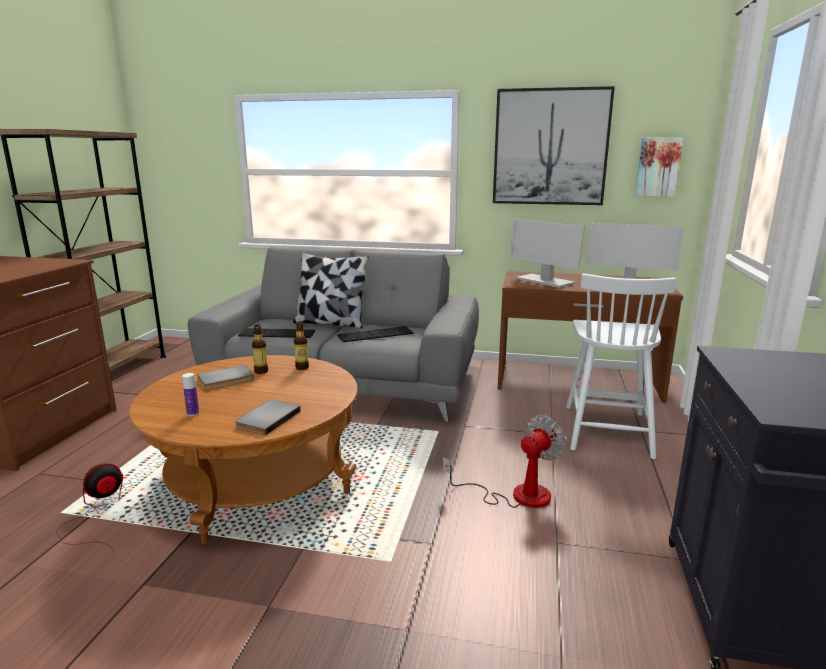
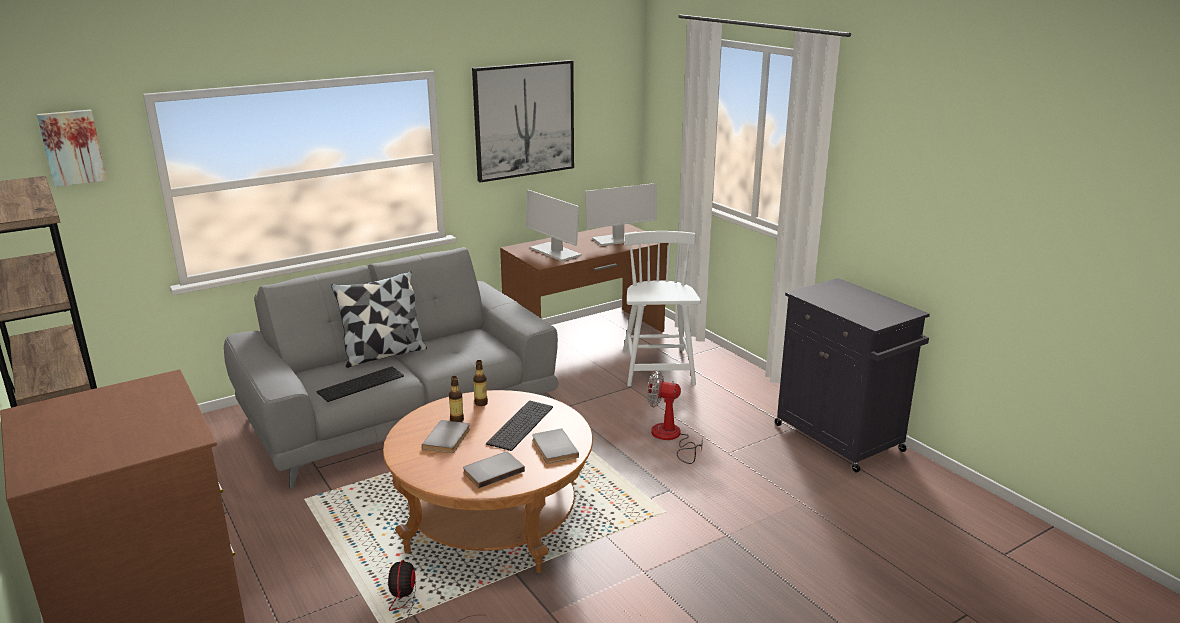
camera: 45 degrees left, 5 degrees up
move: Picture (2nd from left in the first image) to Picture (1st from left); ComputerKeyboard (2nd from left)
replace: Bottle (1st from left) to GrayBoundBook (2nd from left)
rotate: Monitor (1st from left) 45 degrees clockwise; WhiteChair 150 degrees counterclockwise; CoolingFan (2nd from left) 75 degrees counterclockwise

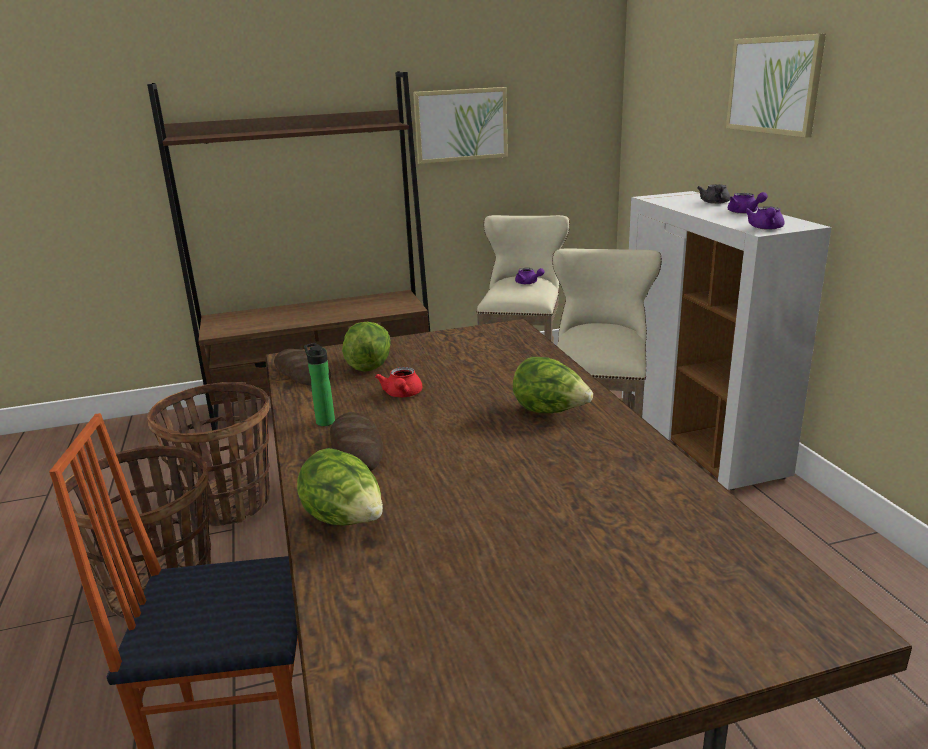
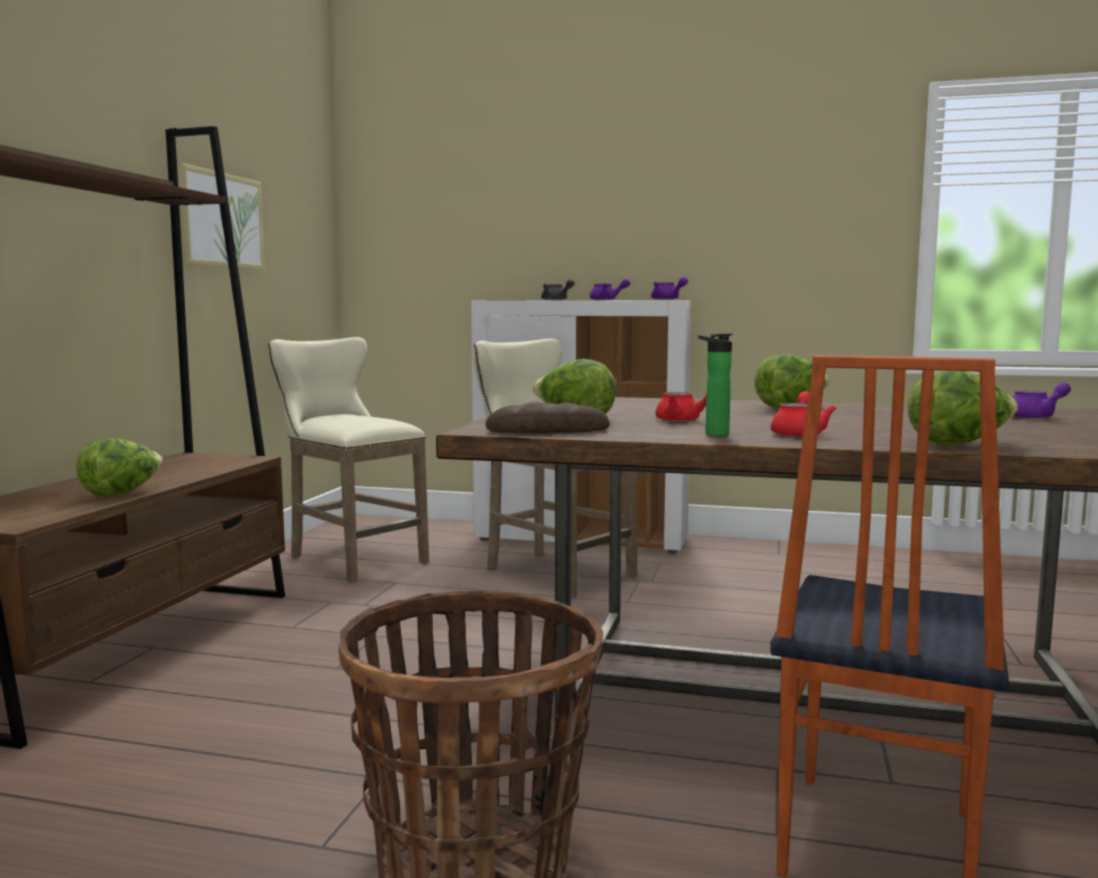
camera: 60 degrees left, 15 degrees down
delete: Basket (2nd from left); Picture (2nd from left)
insert: Lettuce (1st from left)
move: PurplePotForTea (1st from left in the first image) to PurplePotForTea (3rd from left)
replace: BakeryBread (2nd from left) to RedPotForTea (2nd from left)

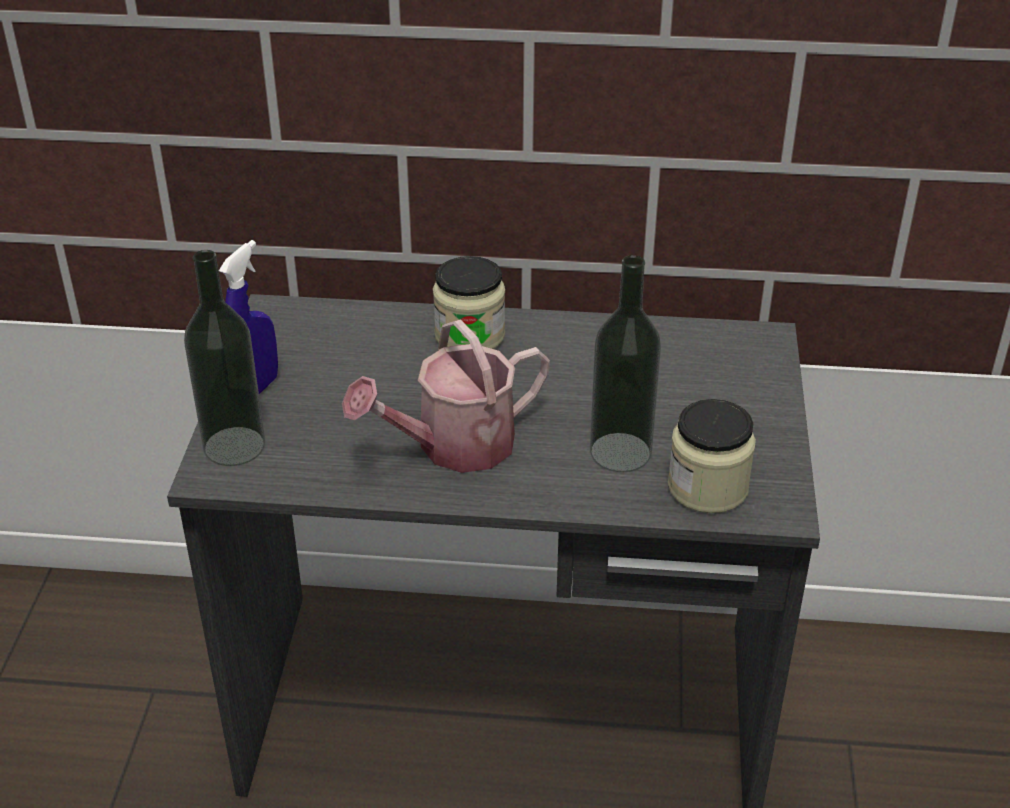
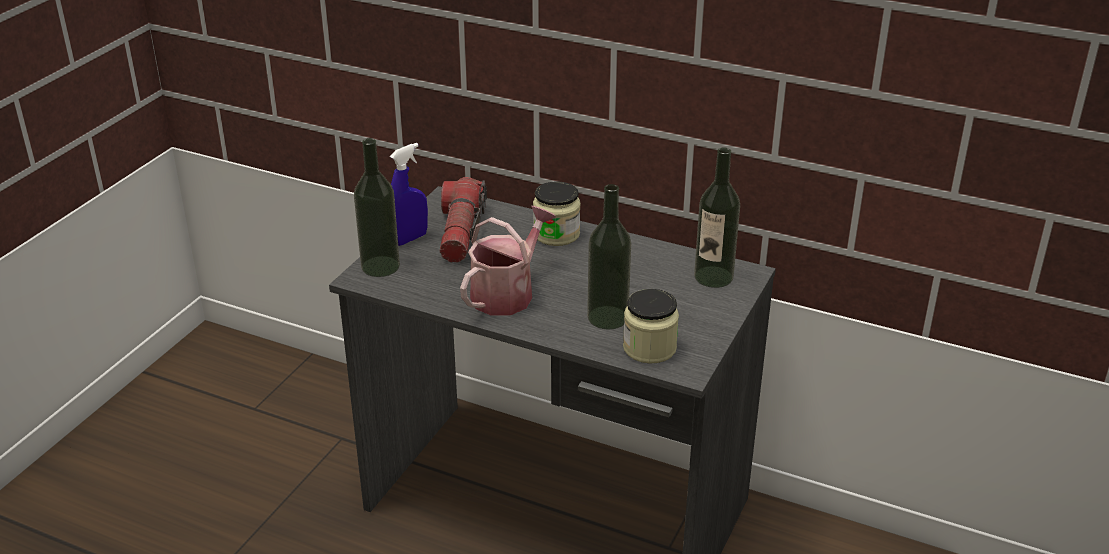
camera: 20 degrees right, 5 degrees down
insert: Flashlight; Bottle (3rd from left)
rotate: WateringCan 135 degrees clockwise

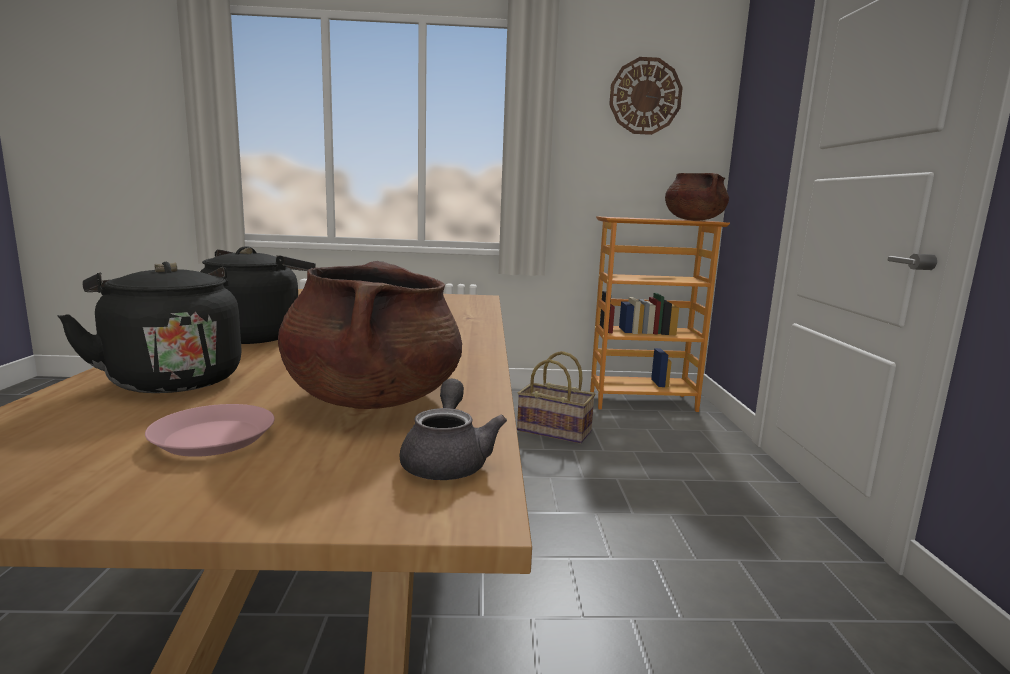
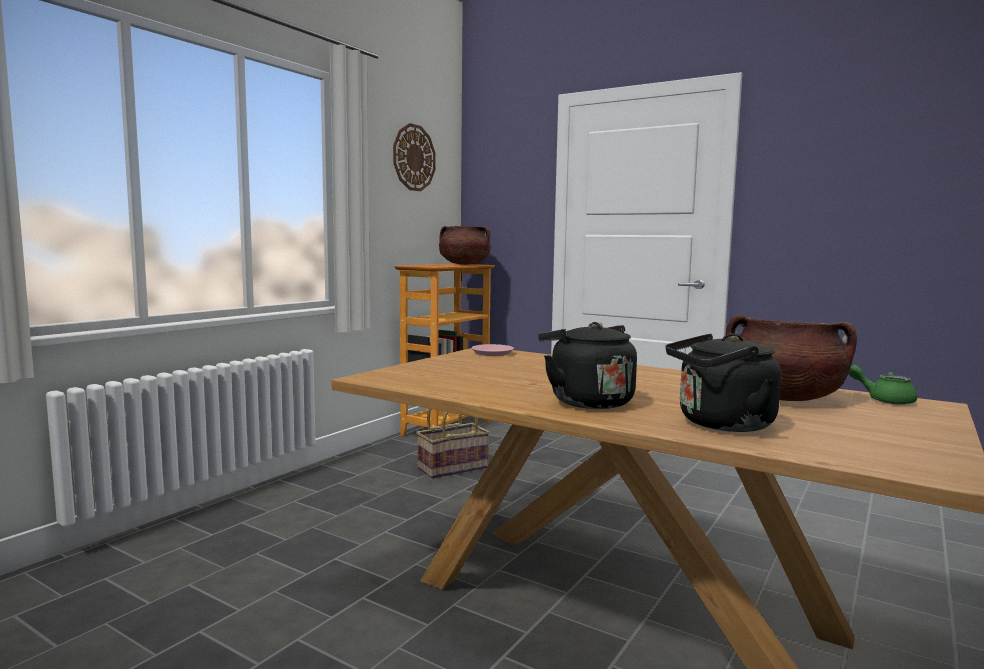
camera: 55 degrees left, 5 degrees down
move: PinkishFlatDish
recolor: GrayPotForTea to GreenPotForTea

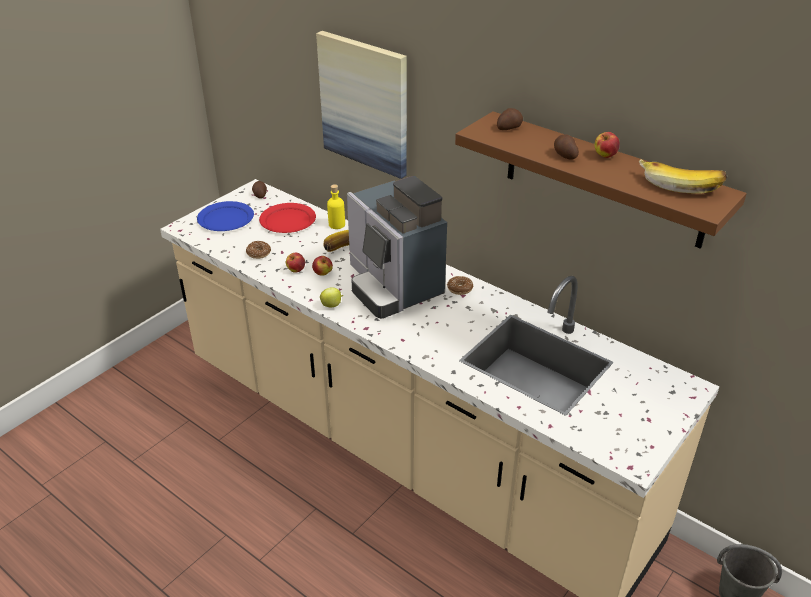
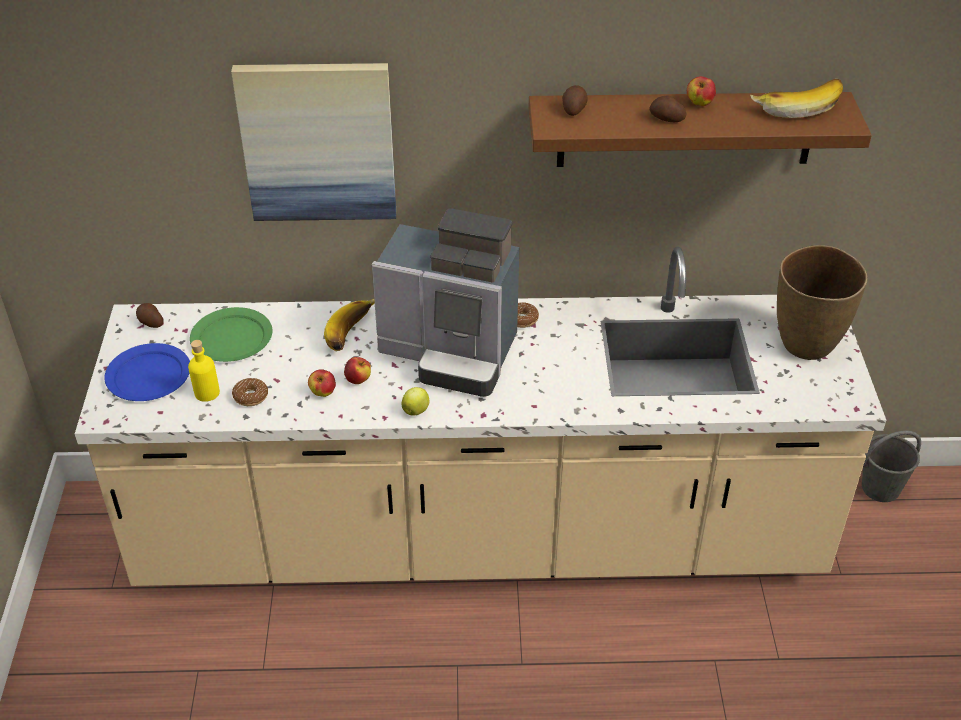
camera: 40 degrees left, 5 degrees up
insert: BrownishVase
move: YellowishBottle
recolor: RedFlatDish to GreenFlatDish

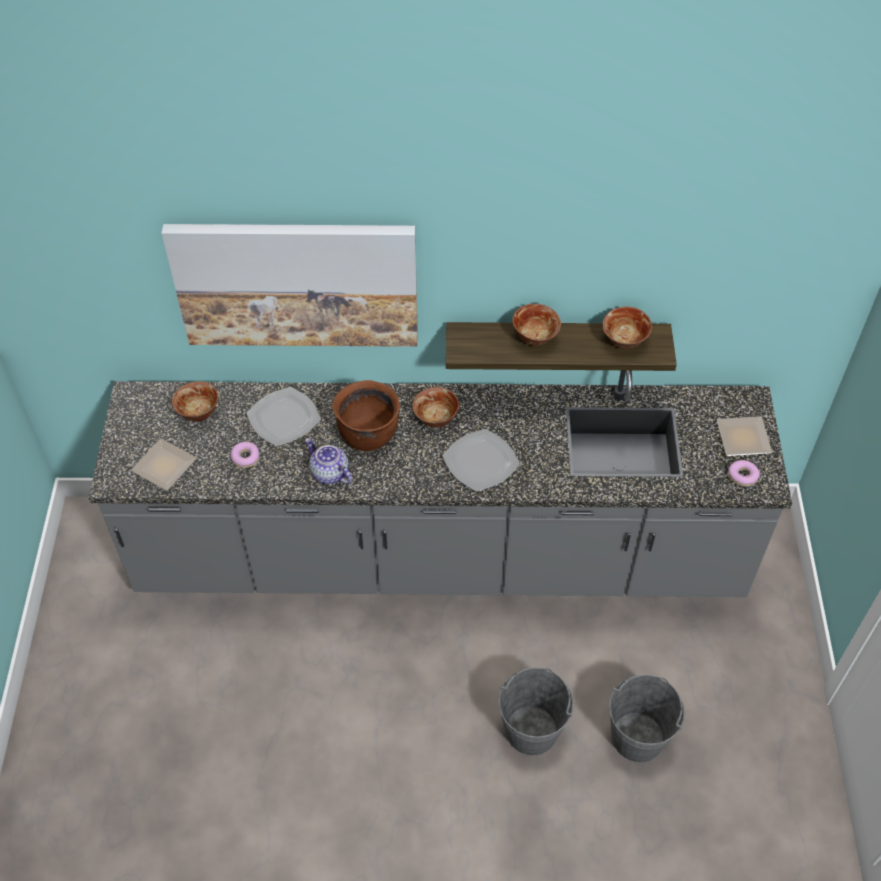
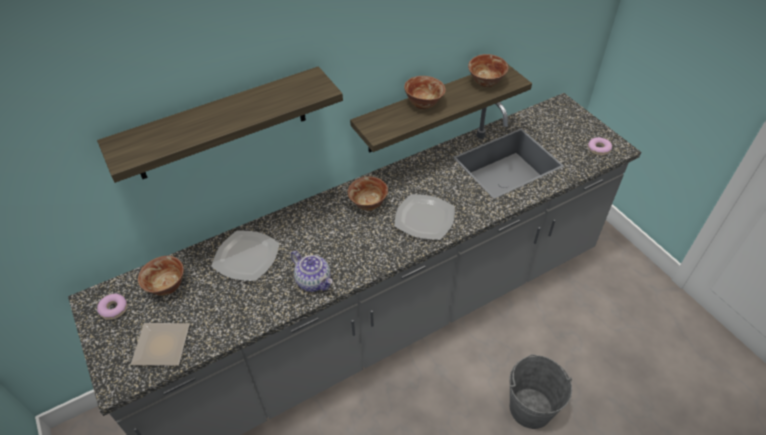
camera: 30 degrees left, 5 degrees down
delete: BrownishCookingPot; GrayWaterBucket (2nd from left); FlatDish (4th from left)
move: Donut (1st from left)
replace: Picture to BracketShelf (1st from left)
rotate: PotForTea 150 degrees counterclockwise

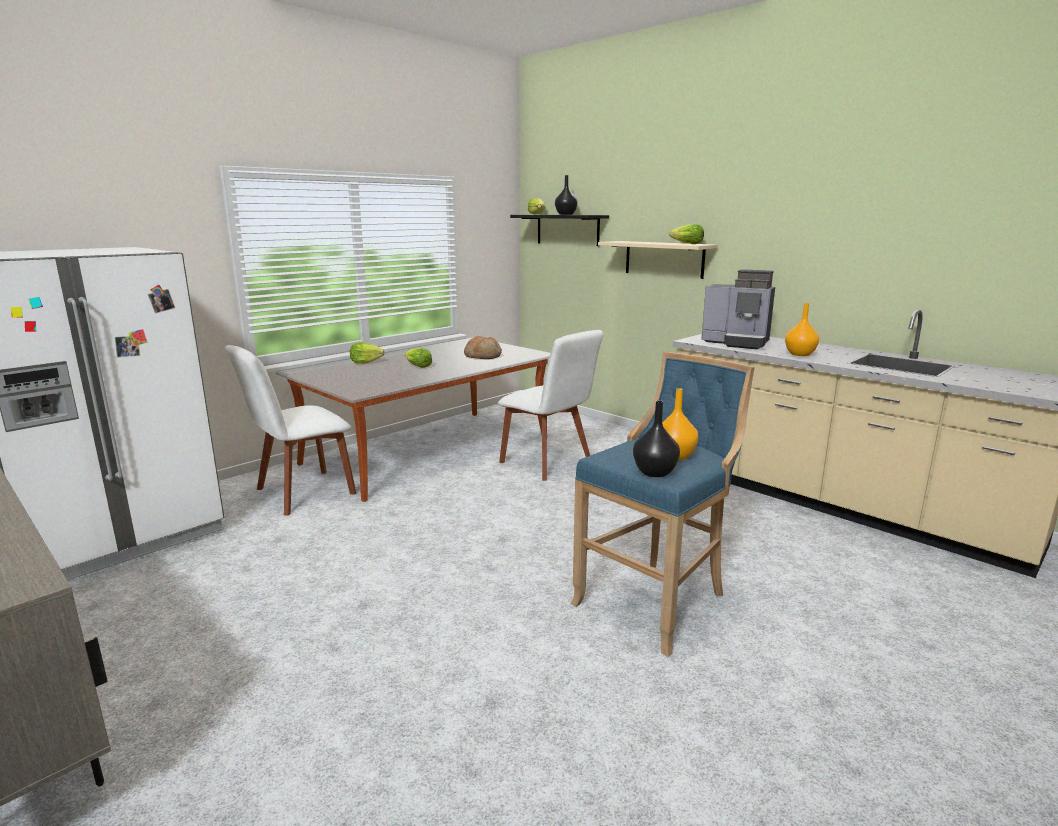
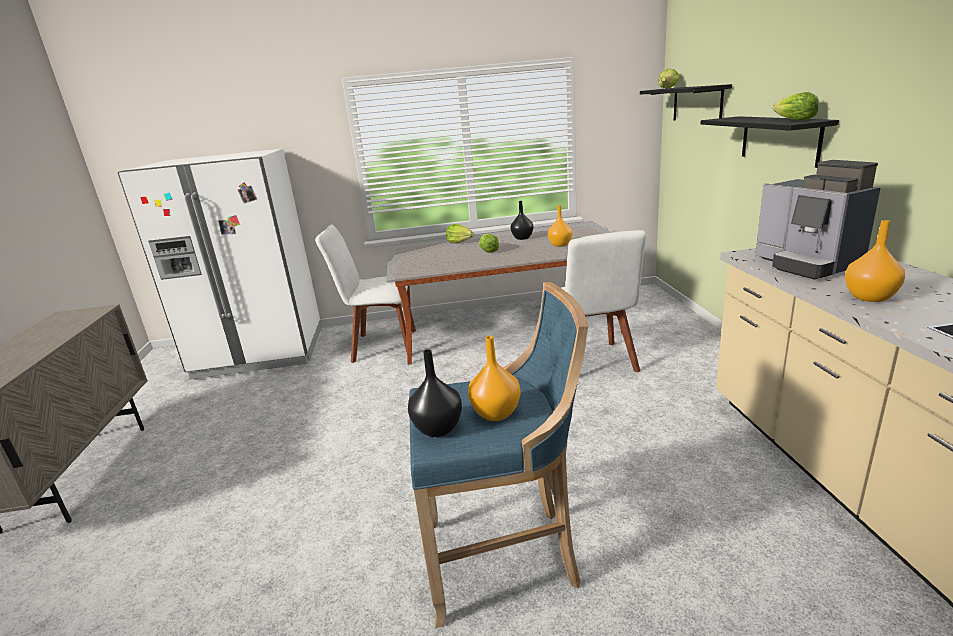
camera: 40 degrees right, 5 degrees up
move: BlackVase (1st from left in the first image) to BlackVase (2nd from left)
replace: BakeryBread to OrangeColouredVase (2nd from left)
recolor: BeigeBracketShelf to BlackBracketShelf (2nd from left)

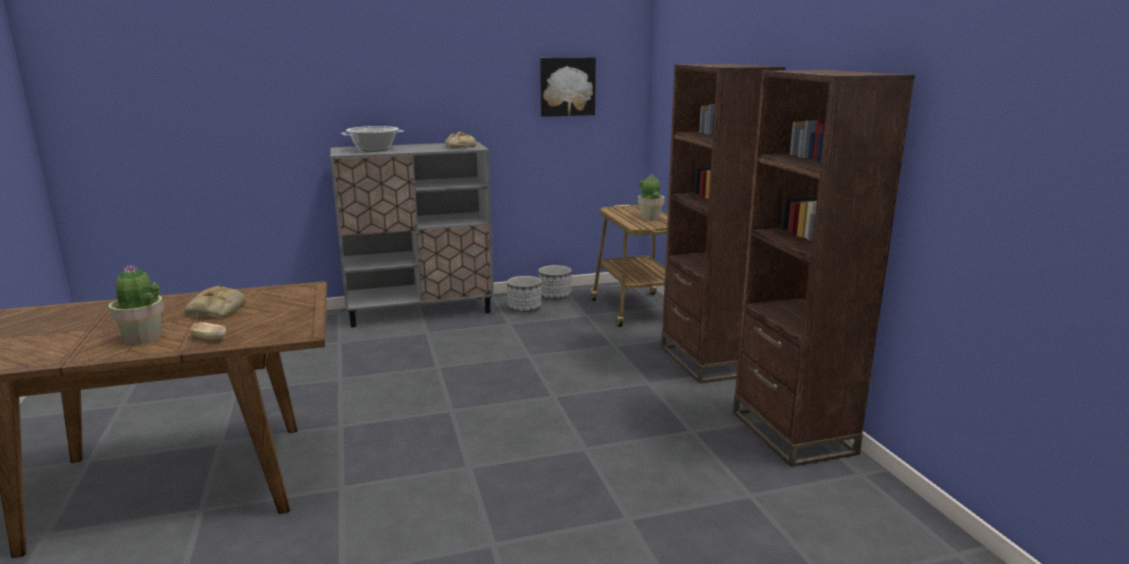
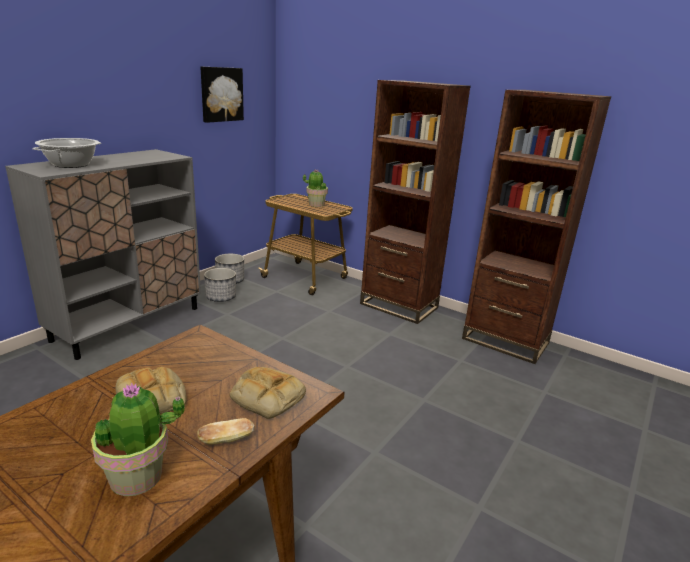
camera: 40 degrees left, 5 degrees up
move: BakeryBread (3rd from left)

